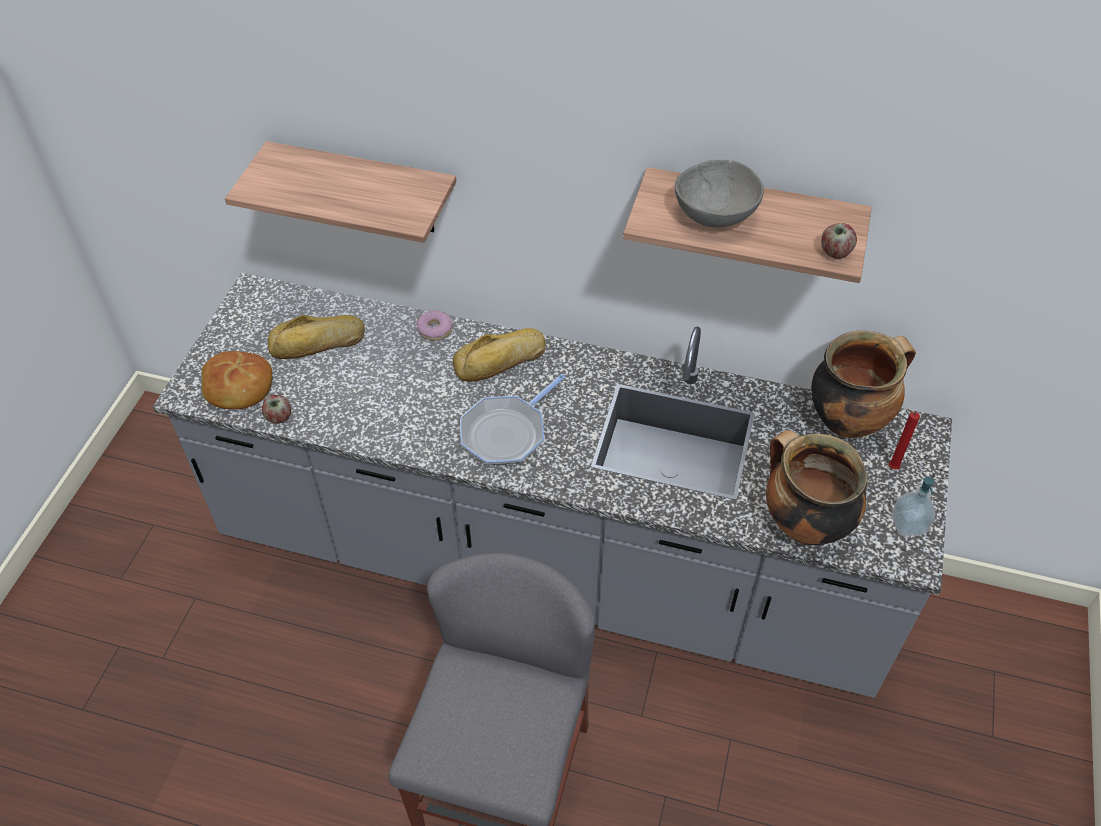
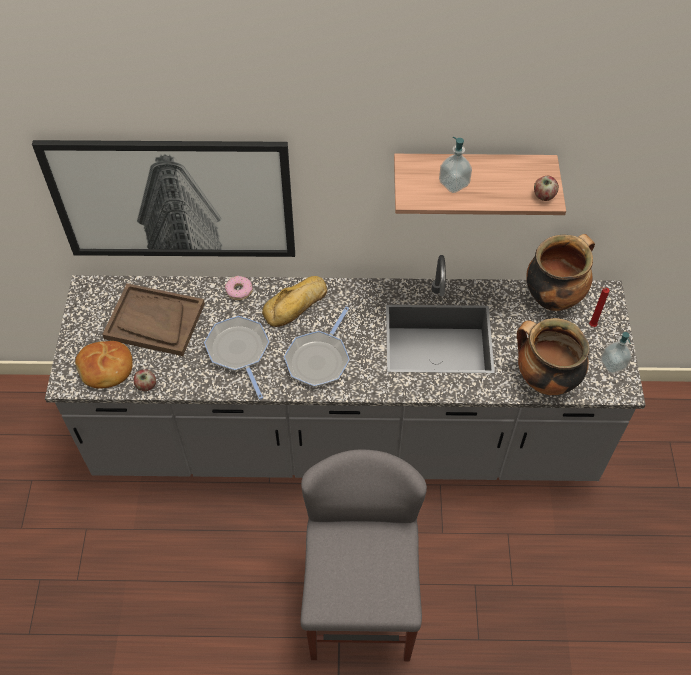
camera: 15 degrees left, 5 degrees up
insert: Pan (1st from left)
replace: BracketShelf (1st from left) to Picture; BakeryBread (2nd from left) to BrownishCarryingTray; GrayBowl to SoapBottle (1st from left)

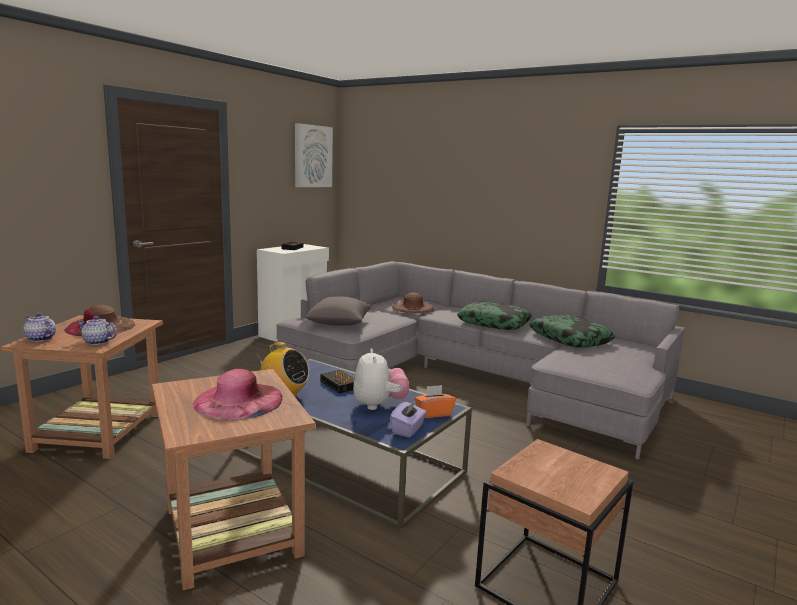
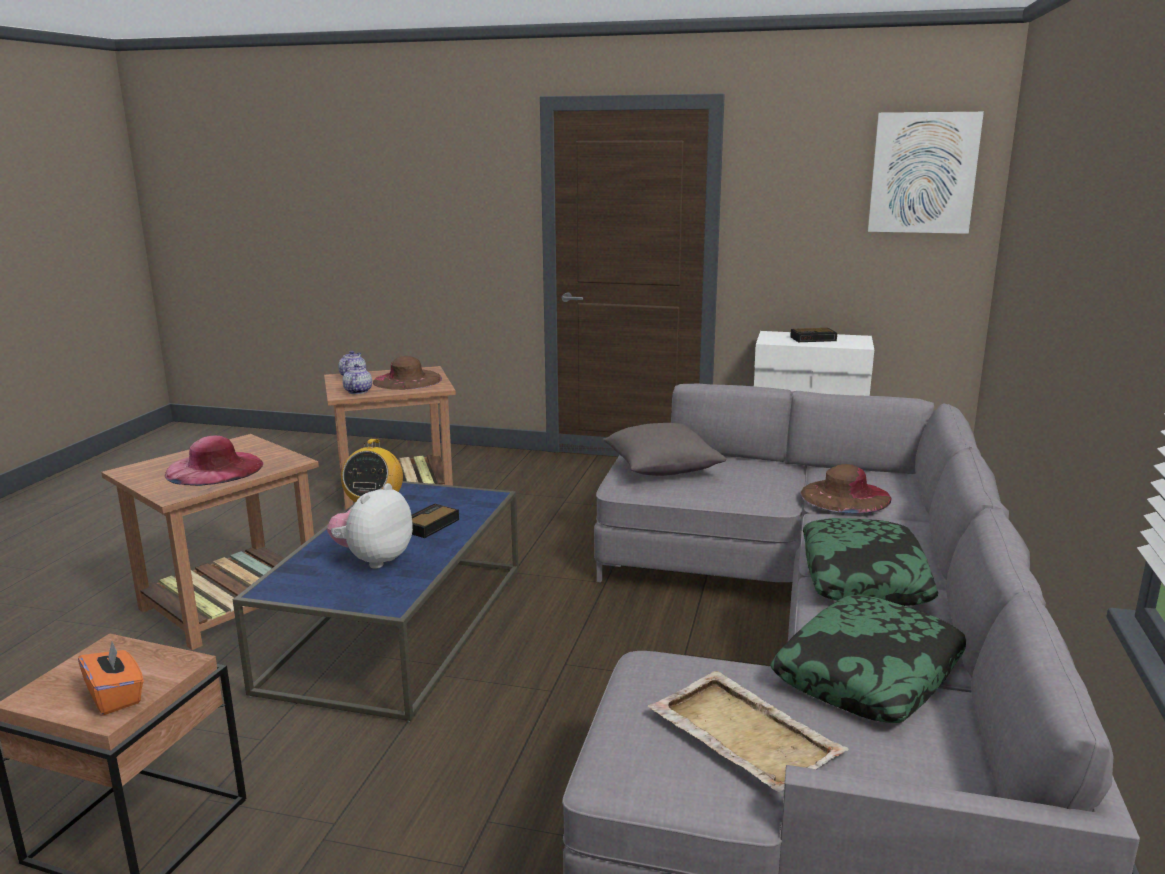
camera: 70 degrees right, 5 degrees up
delete: PurpleTissueHolder
insert: BeigeCarryingTray
move: OrangeColouredTissueHolder
rotate: PlushToy 150 degrees clockwise

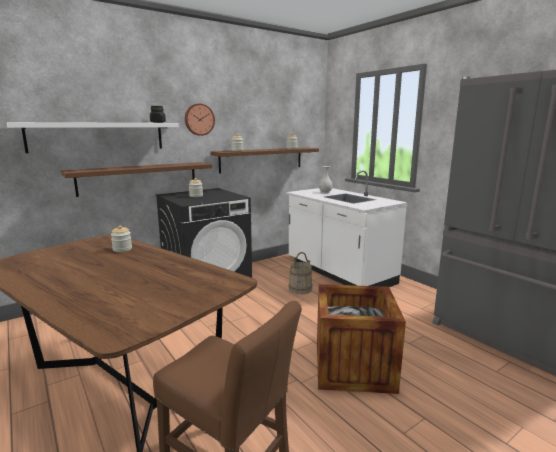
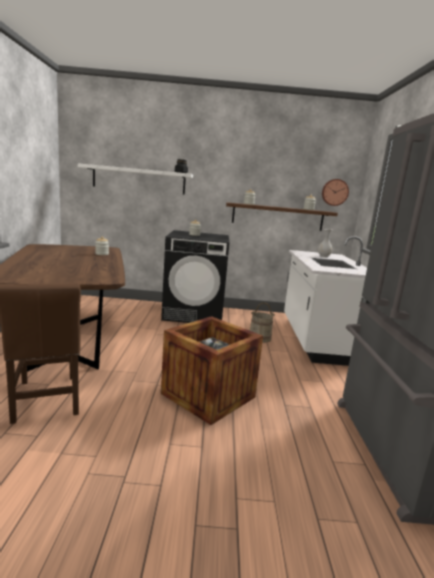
camera: 35 degrees right, 0 degrees up
delete: BrownishBracketShelf (1st from left)
move: ClockOnTheWall

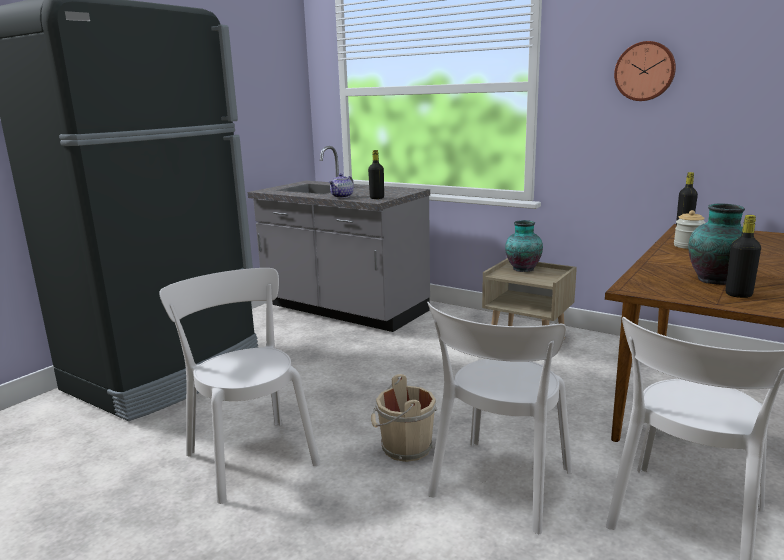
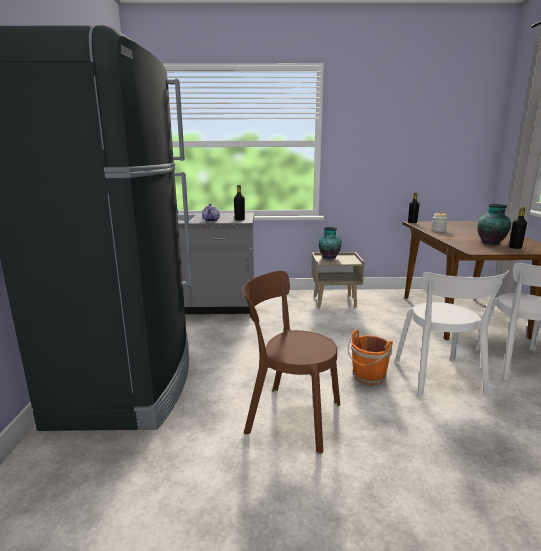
camera: 35 degrees left, 0 degrees up
delete: ClockOnTheWall
recolor: WhiteChair (1st from left) to BrownishChair; BeigeWaterBucket to OrangeColouredWaterBucket

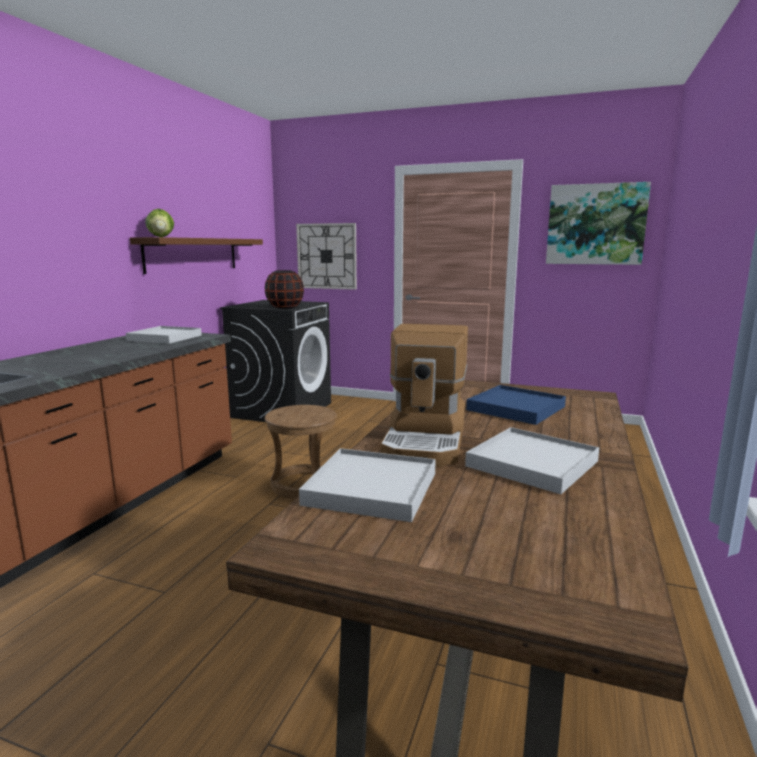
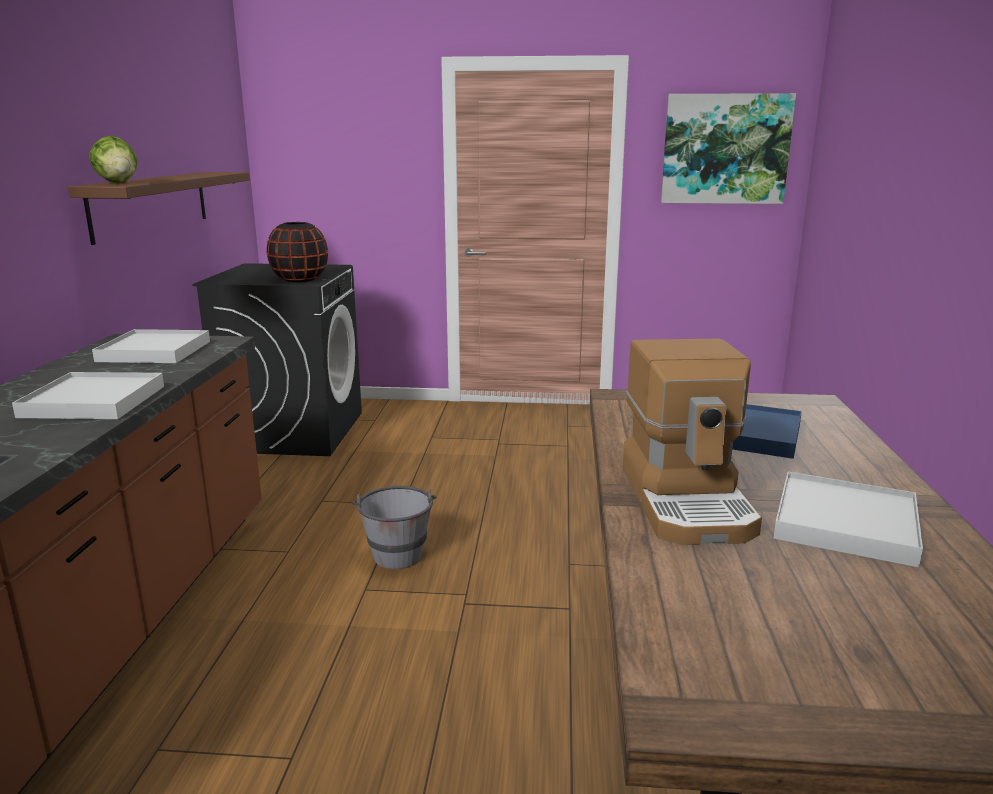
camera: 15 degrees left, 5 degrees up
delete: ClockOnTheWall
move: WhiteCarryingTray (2nd from left in the first image) to WhiteCarryingTray (1st from left)
replace: BrownishStool to GrayWaterBucket

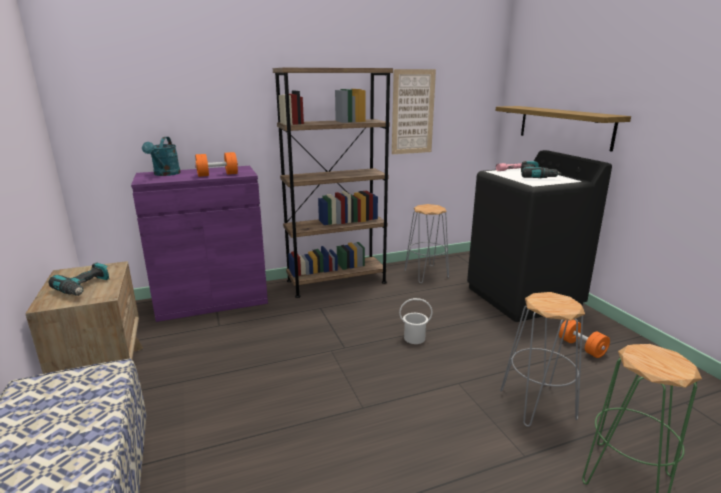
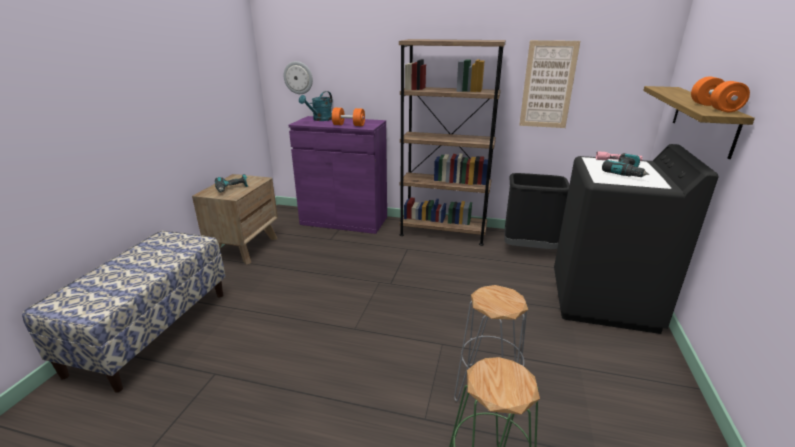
camera: 35 degrees right, 5 degrees up
delete: WhiteWaterBucket
insert: ClockOnTheWall
move: OrangeColouredHandWeight (2nd from left)
replace: GrayStool (1st from left) to BlackWasteBin

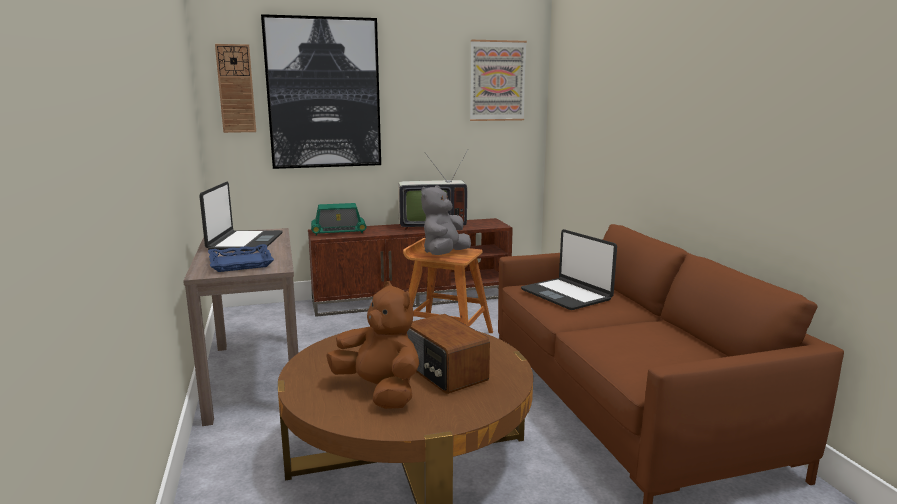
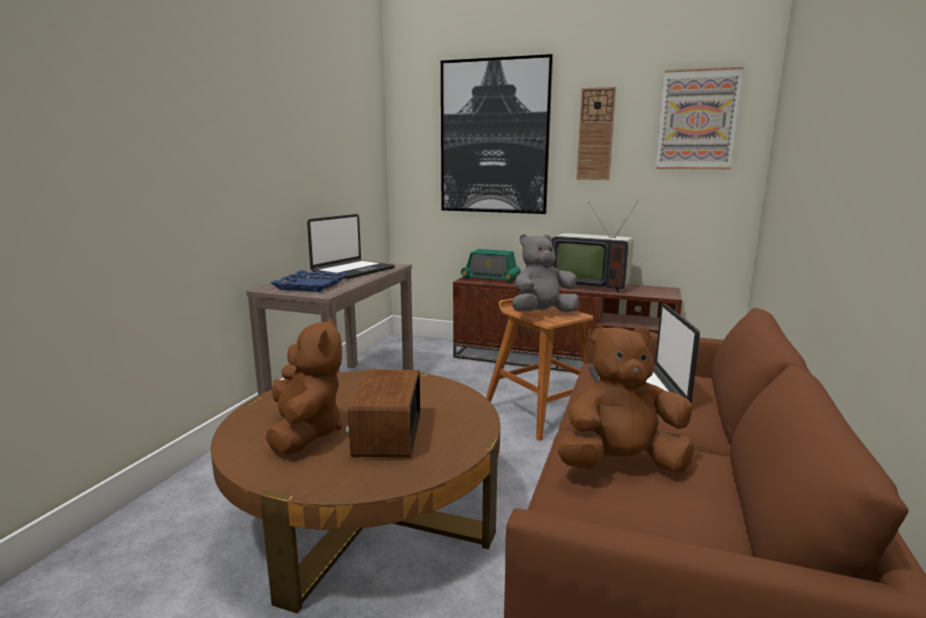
camera: 35 degrees right, 0 degrees up
insert: BrownishPlushToy (2nd from left)
move: ClockOnTheWall

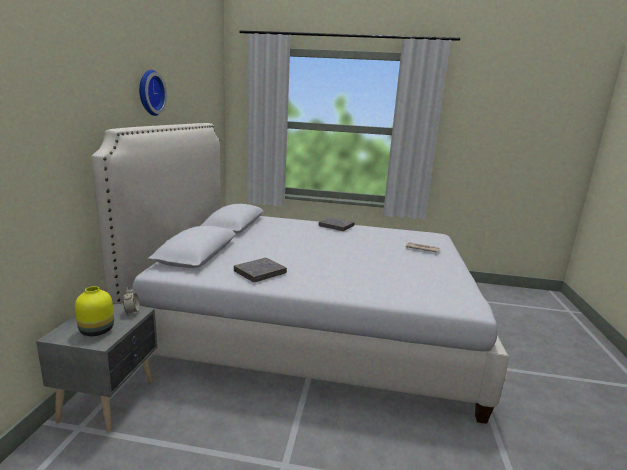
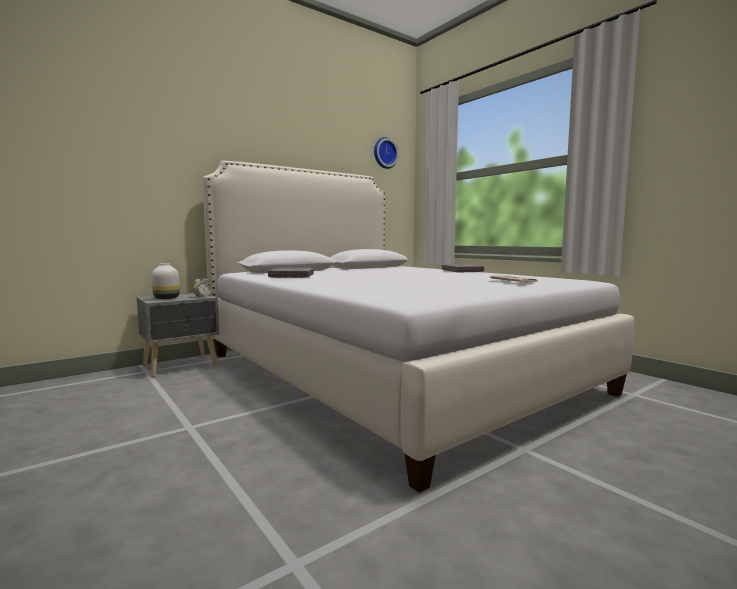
camera: 45 degrees right, 10 degrees down
move: ClockOnTheWall
recolor: YellowishVase to WhiteVase

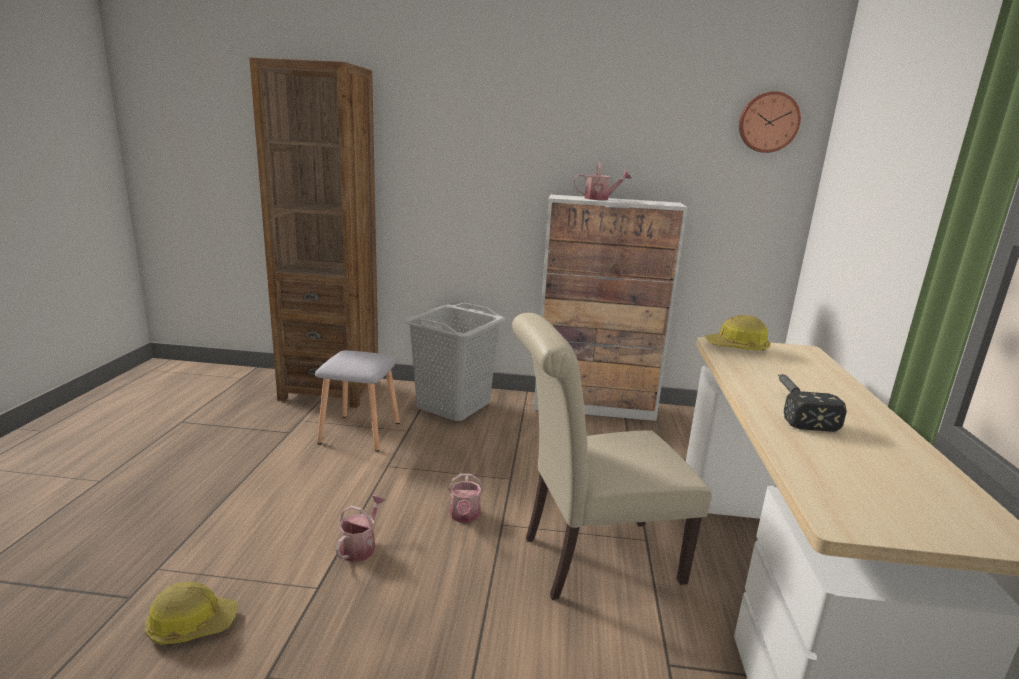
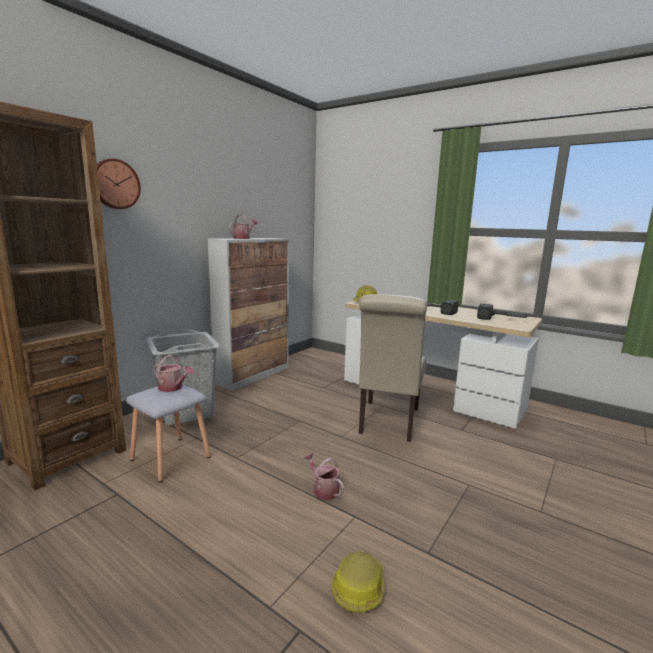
camera: 60 degrees left, 5 degrees down
insert: ToolHammer (2nd from left)
move: ClockOnTheWall; WateringCan (2nd from left in the first image) to WateringCan (1st from left)

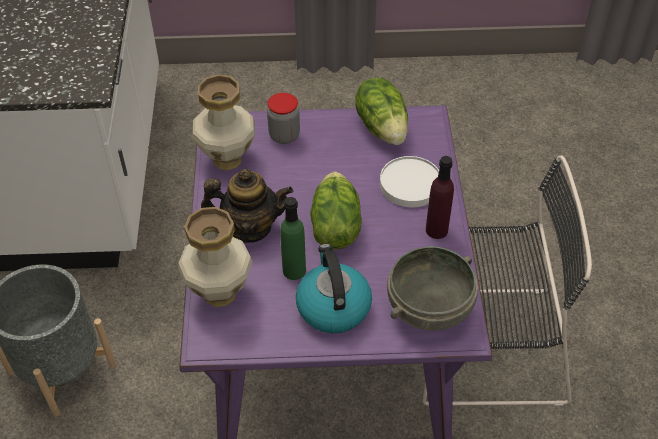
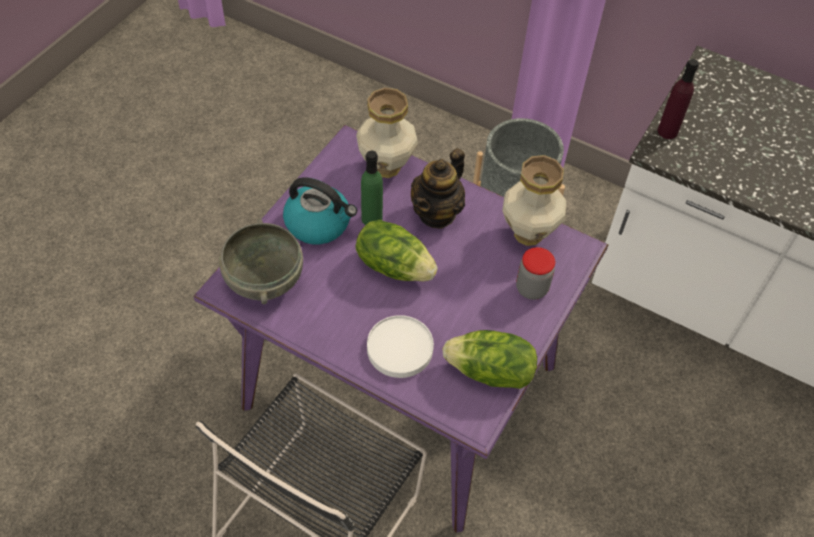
camera: 120 degrees right, 5 degrees up
move: PurpleBottle

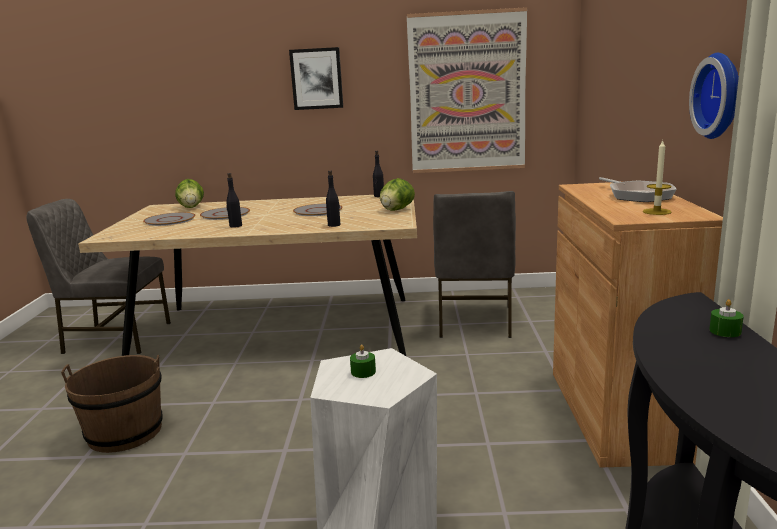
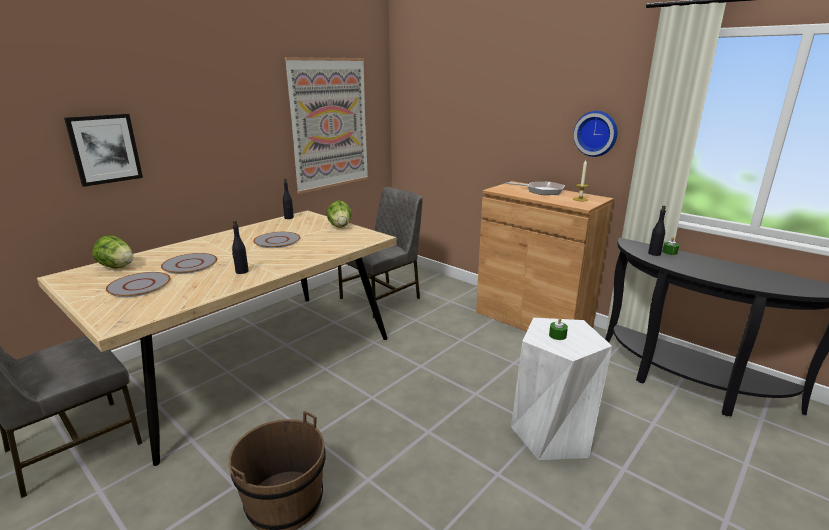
camera: 50 degrees left, 5 degrees up
move: Picture (1st from left); BlackBottle (2nd from left in the first image) to BlackBottle (3rd from left)
rotate: GrayChair (2nd from left) 90 degrees counterclockwise

